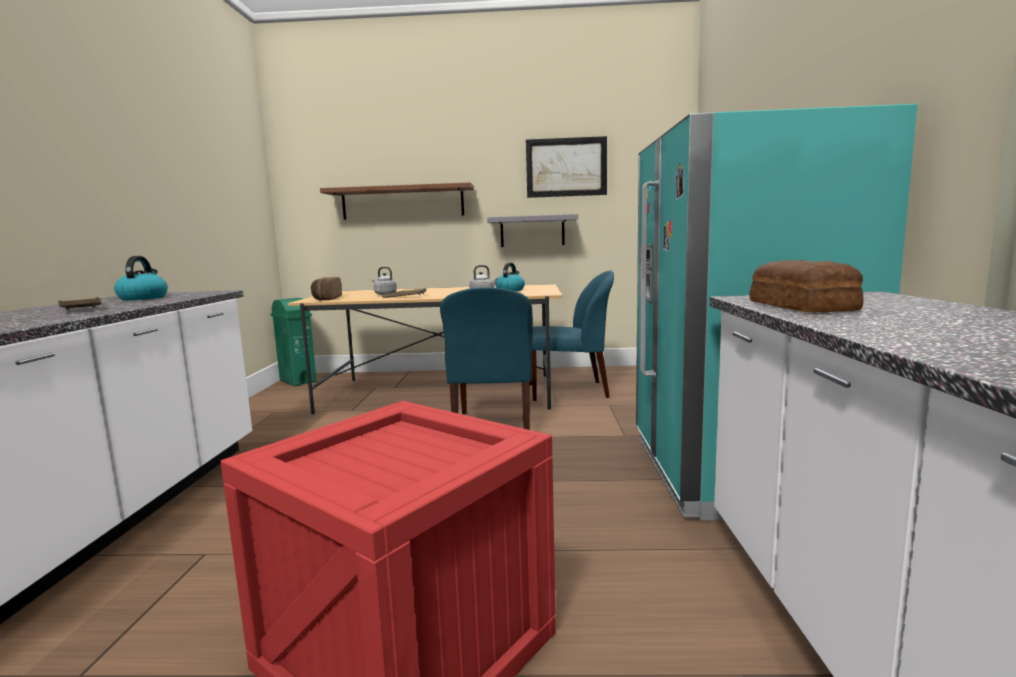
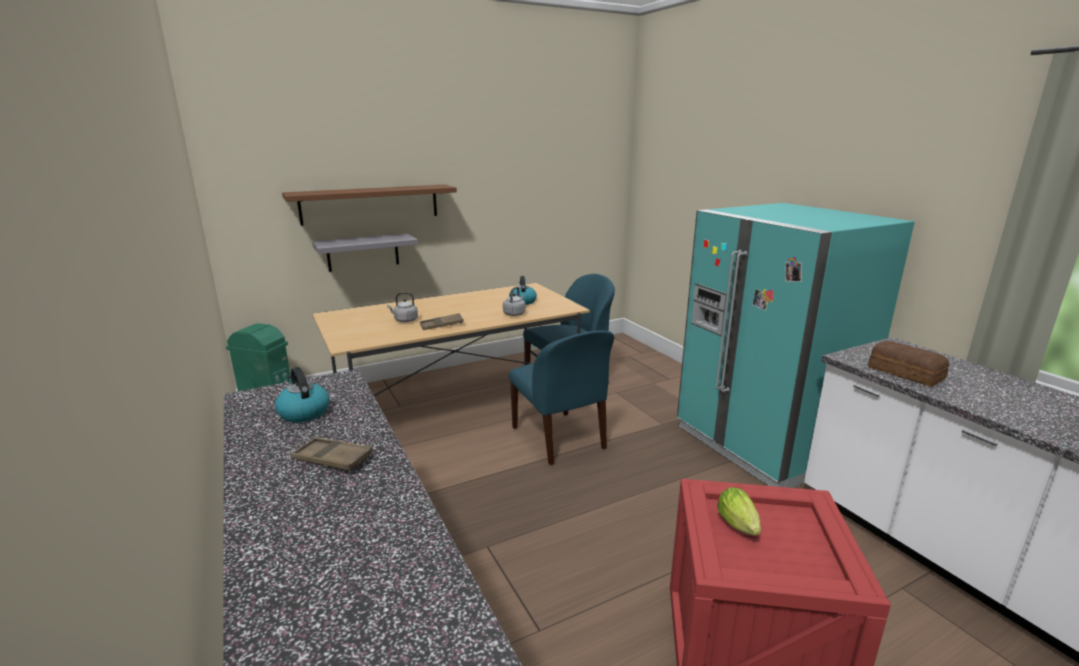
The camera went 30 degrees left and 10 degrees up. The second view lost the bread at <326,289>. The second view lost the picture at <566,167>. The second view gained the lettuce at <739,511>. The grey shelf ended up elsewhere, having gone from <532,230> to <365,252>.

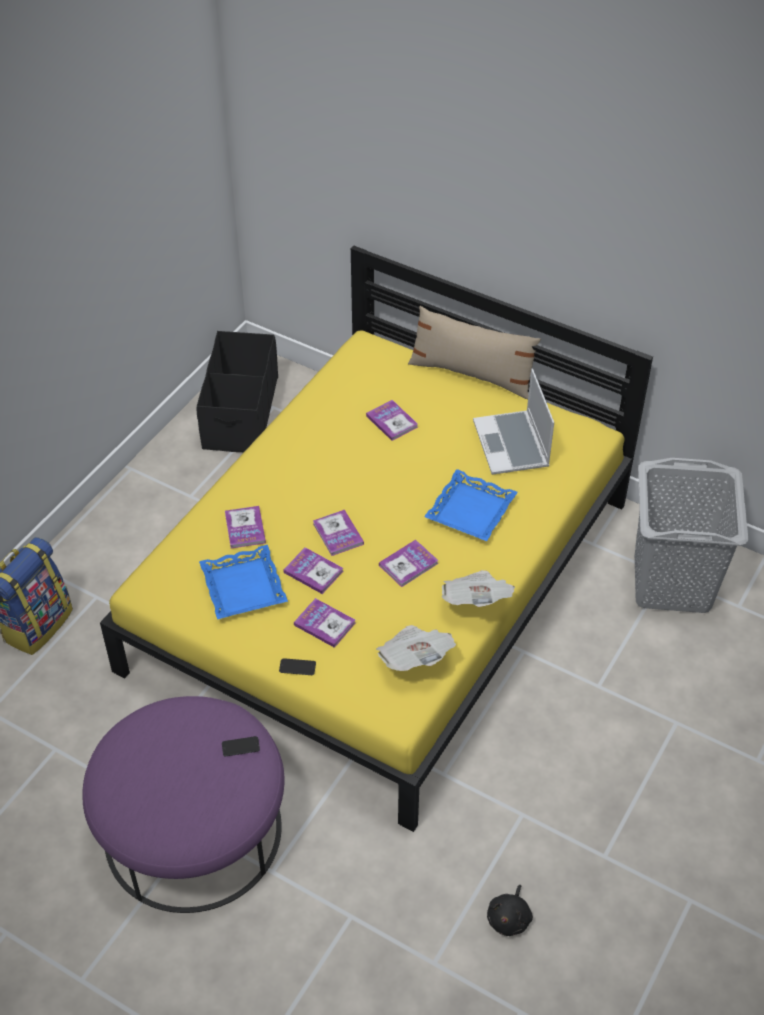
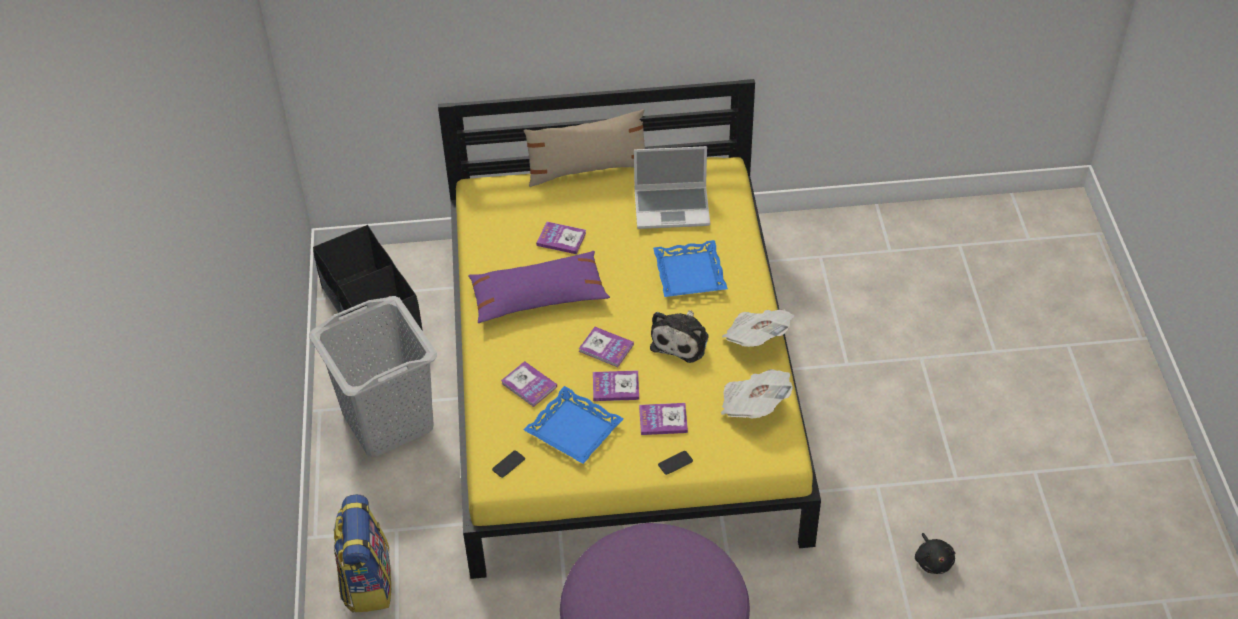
The camera went 35 degrees left and 0 degrees up. The second view gained the purple pillow at <539,287>. The phone ended up elsewhere, having gone from <241,746> to <508,464>. The grey laundry basket ended up elsewhere, having gone from <692,535> to <373,376>. Where the book stood at <409,563>, the plush toy came to stand at <679,336>. The laptop at <513,422> ended up facing another way, 45 degrees counterclockwise from before.

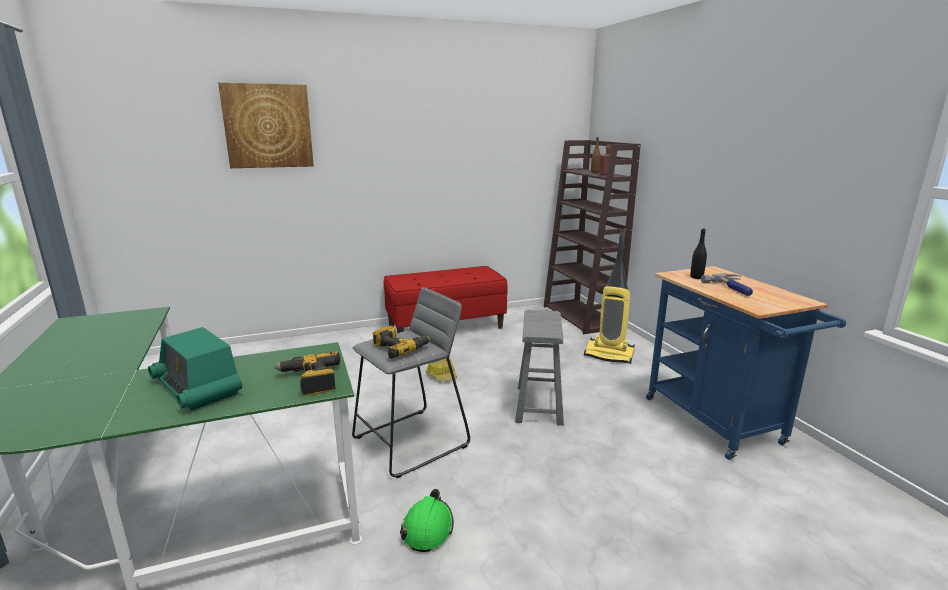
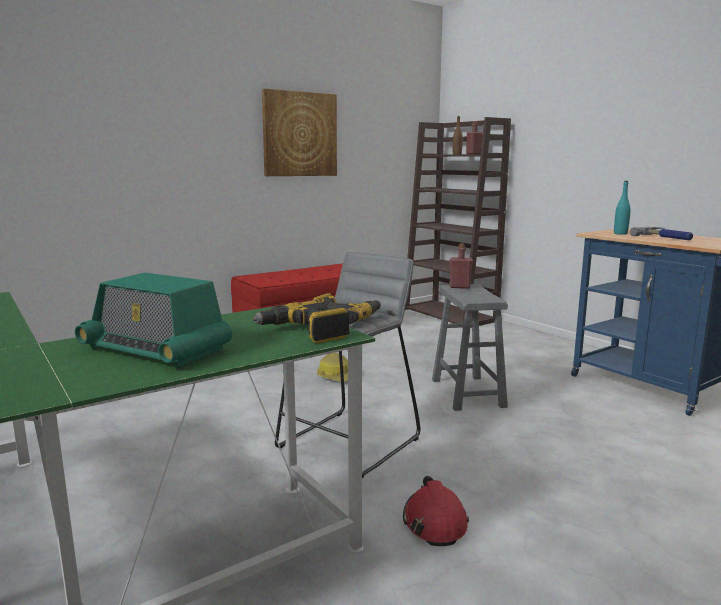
The camera went 15 degrees left and 5 degrees down. The second view lost the vacuum cleaner at <609,296>. The second view gained the red bottle at <461,266>. The picture ended up elsewhere, having gone from <266,125> to <299,132>. What was the green hard hat at <427,520> turned into the red hard hat at <436,511>. What was the black bottle at <698,253> turned into the turquoise bottle at <622,208>.

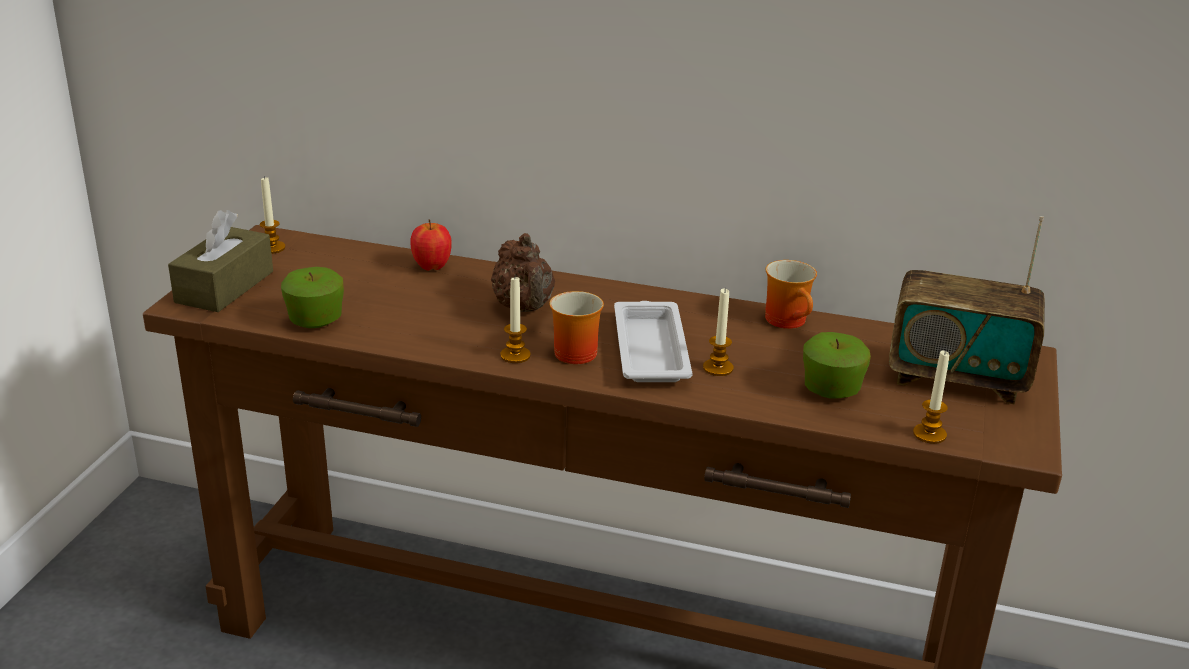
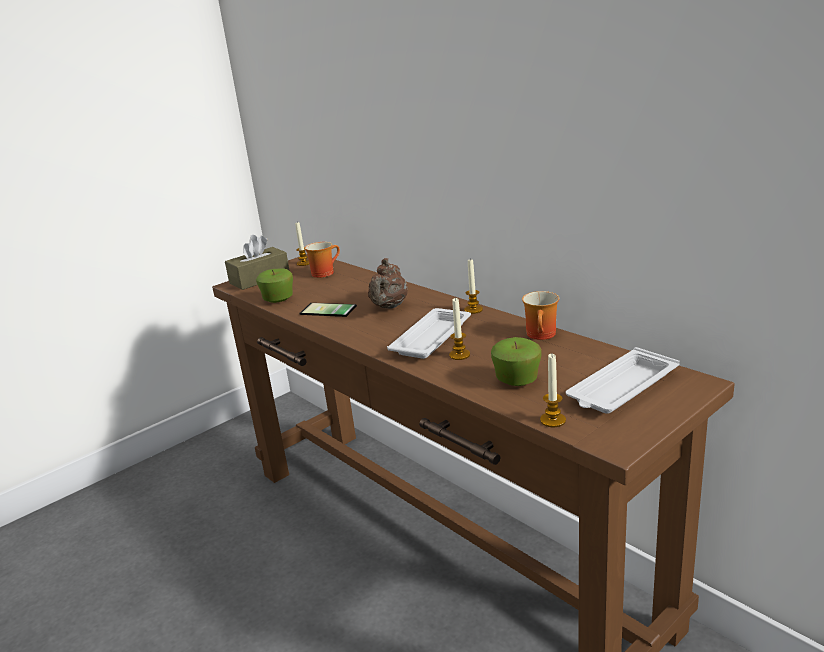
The camera went 35 degrees right and 5 degrees down. The second view lost the apple at <431,245>. The second view gained the phone at <328,310>. The candle ended up elsewhere, having gone from <515,320> to <473,287>. The mug ended up elsewhere, having gone from <576,327> to <322,260>. Where the radio stood at <967,310>, the white tray came to stand at <623,380>.

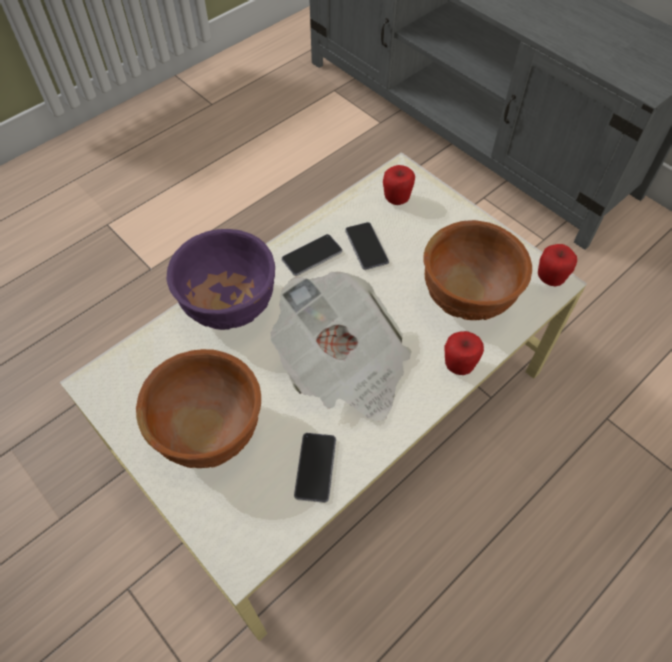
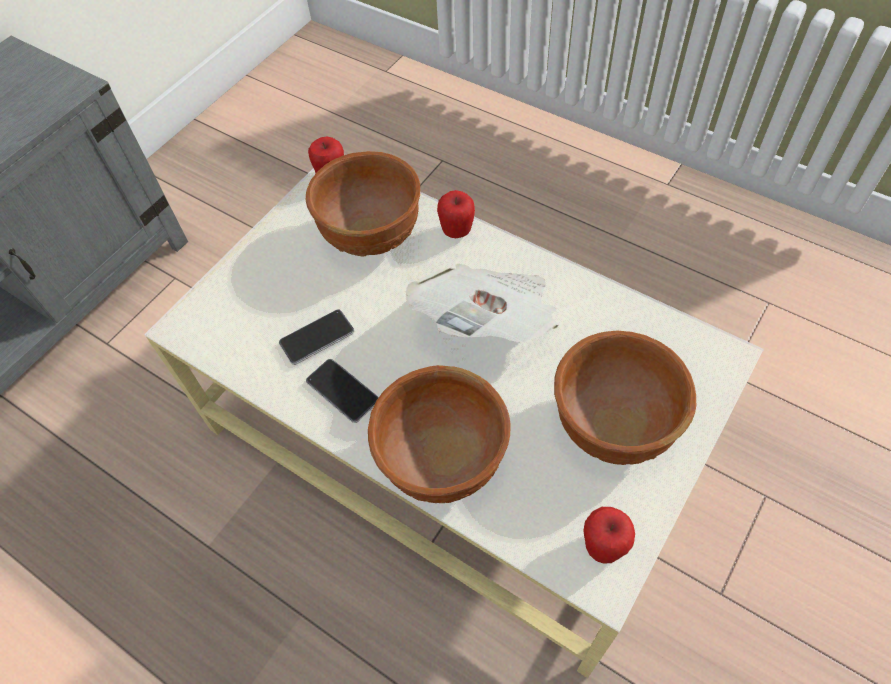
The camera went 100 degrees left and 0 degrees up. The second view lost the phone at <315,468>. The apple ended up elsewhere, having gone from <399,185> to <609,535>. What was the purple bowl at <221,279> turned into the brown bowl at <439,434>.

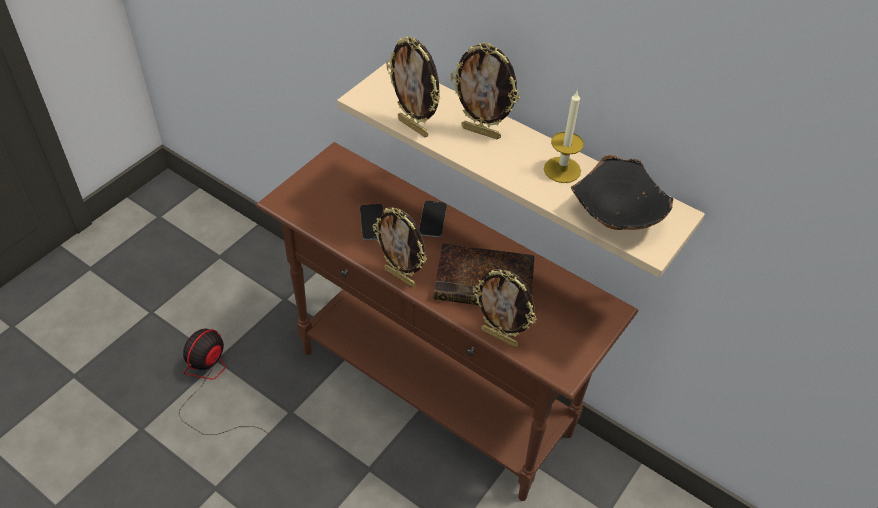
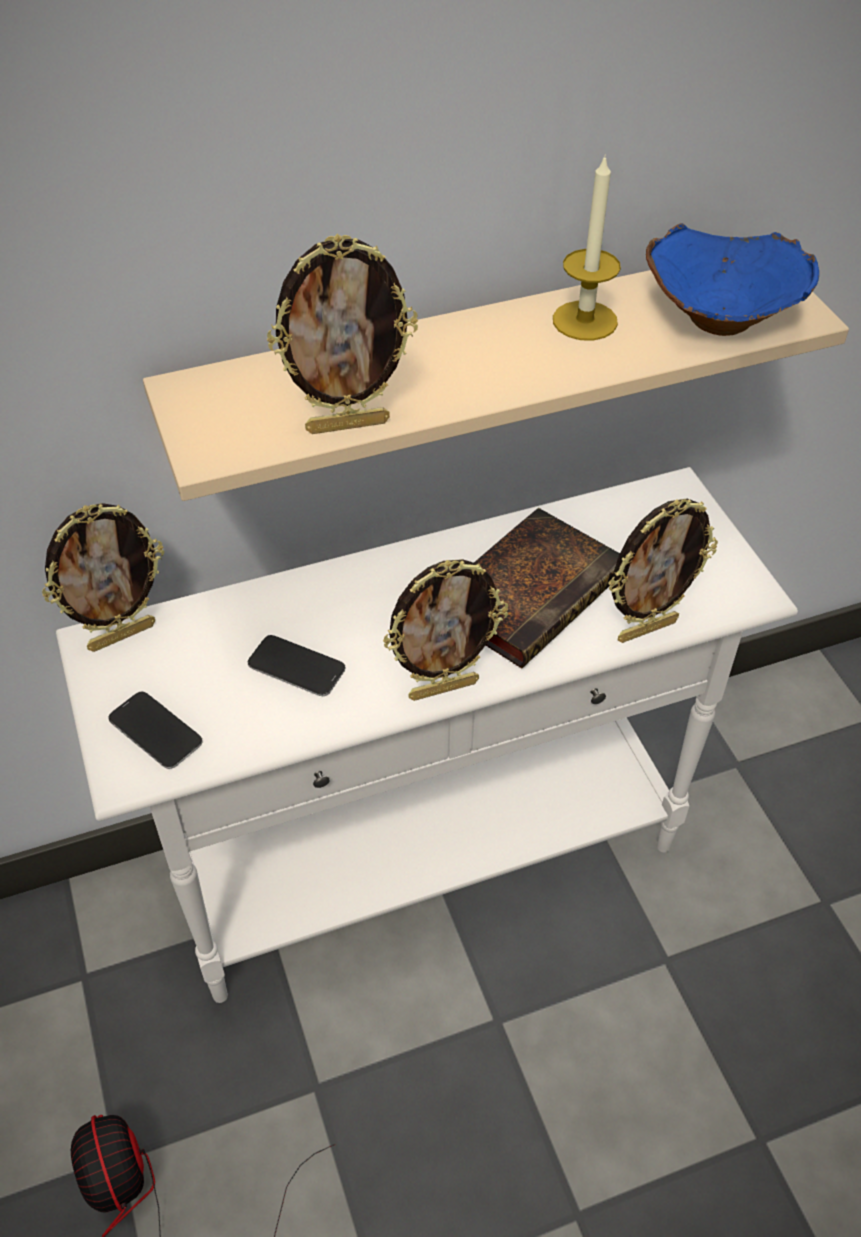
The camera went 55 degrees left and 0 degrees up. The phone ended up elsewhere, having gone from <433,219> to <155,730>. The picture frame ended up elsewhere, having gone from <485,91> to <103,577>. What was the brown console table at <447,321> turned into the white console table at <427,735>. What was the black bowl at <622,192> turned into the blue bowl at <732,279>.

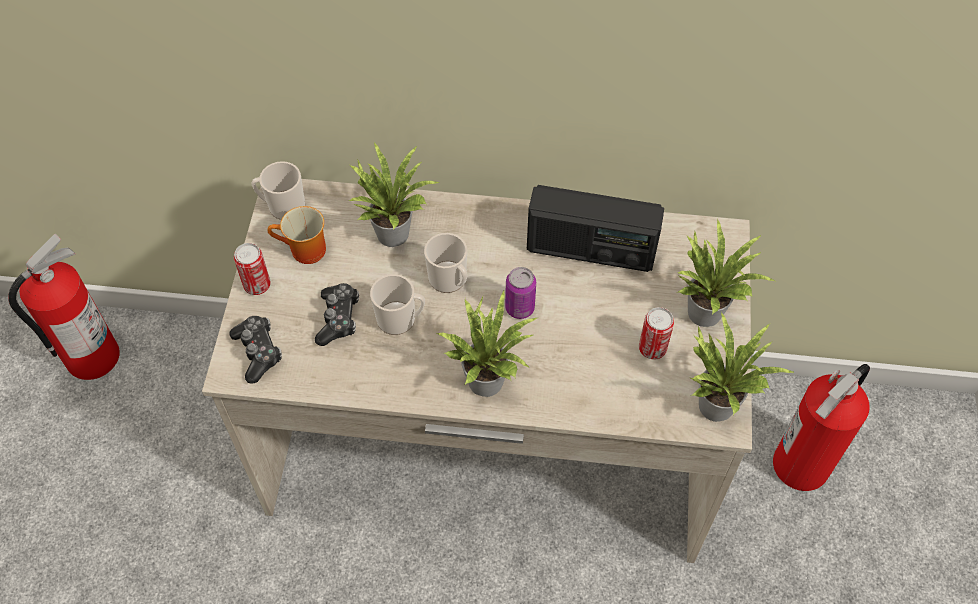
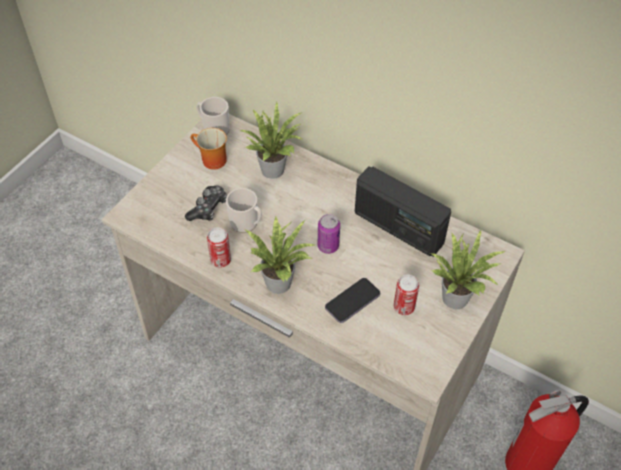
The camera went 25 degrees right and 5 degrees down. The second view lost the fire extinguisher at <64,307>. The second view lost the game controller at <255,349>. The second view lost the mug at <445,263>. The second view lost the potted plant at <743,366>. The second view gained the phone at <352,300>. The can ended up elsewhere, having gone from <252,269> to <219,247>.

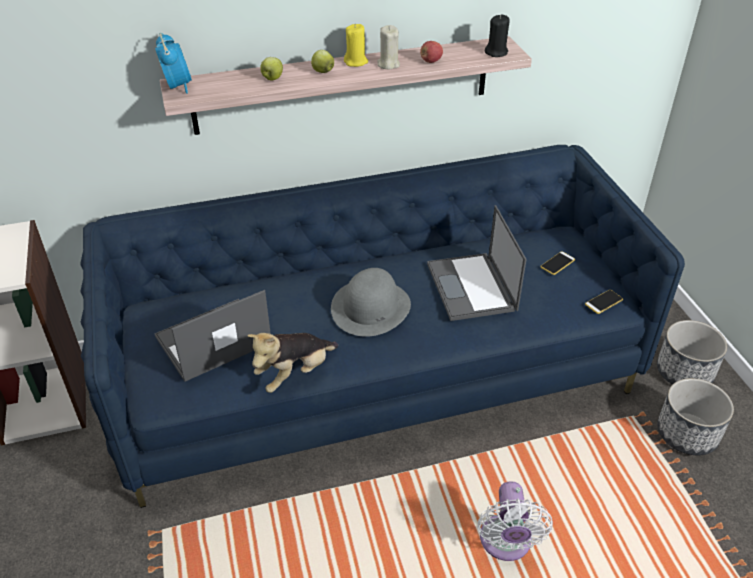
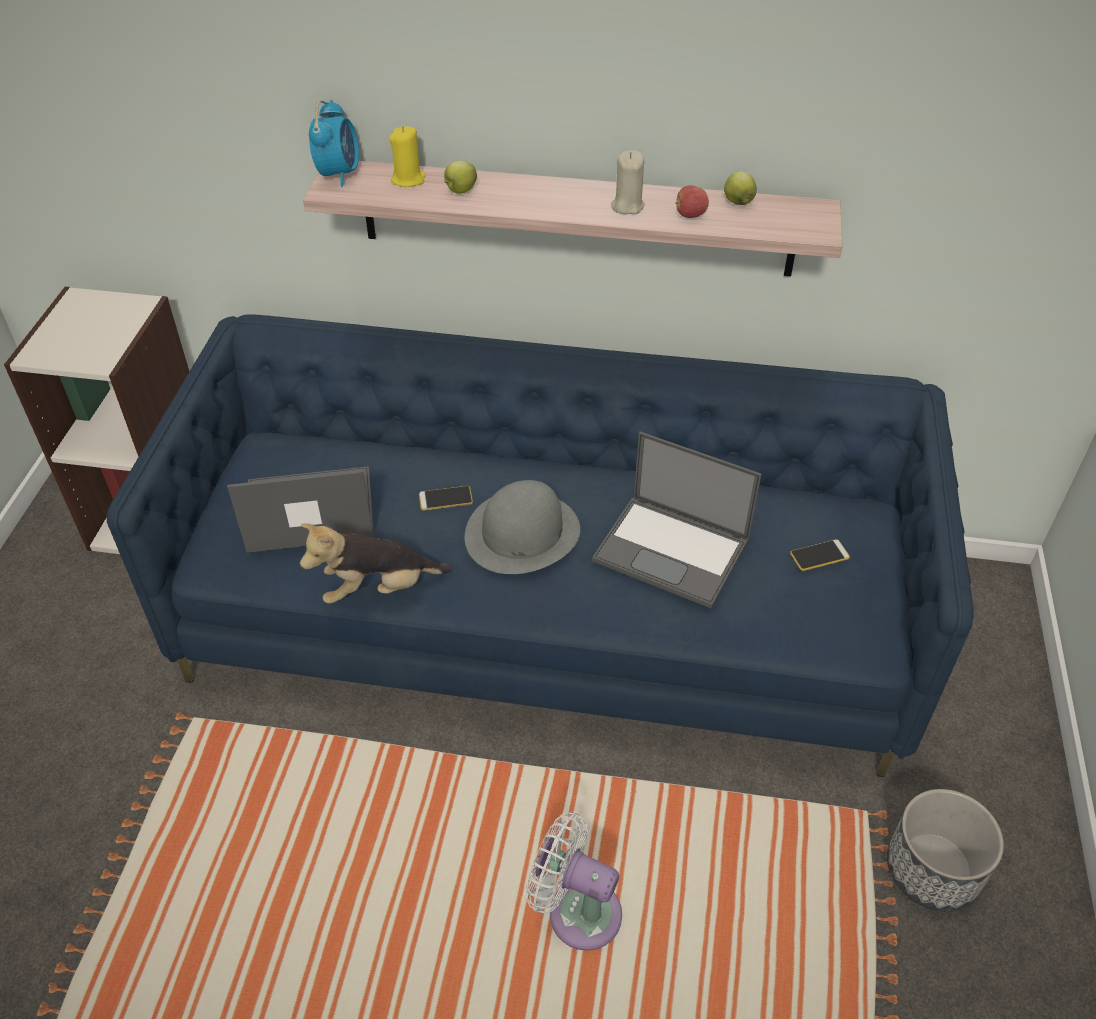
The camera went 25 degrees right and 5 degrees up. The second view lost the black candle at <497,36>. The second view lost the planter at <692,352>. The apple ended up elsewhere, having gone from <322,61> to <740,188>. The yellow candle ended up elsewhere, having gone from <356,45> to <407,156>. The phone ended up elsewhere, having gone from <604,302> to <446,498>. The laptop at <477,263> ended up facing another way, 75 degrees counterclockwise from before. The white fan at <515,521> ended up facing another way, 90 degrees clockwise from before.

